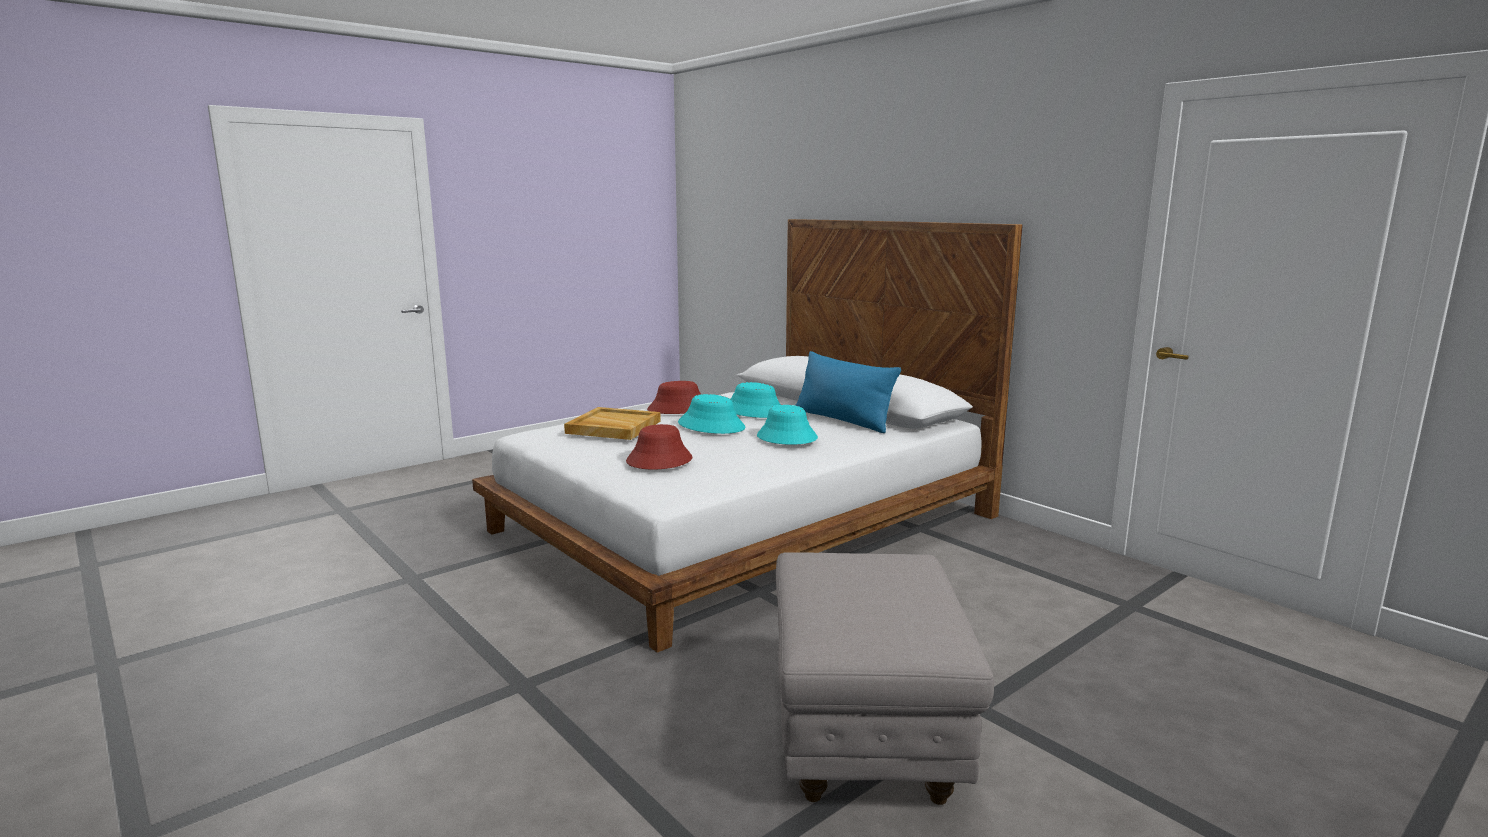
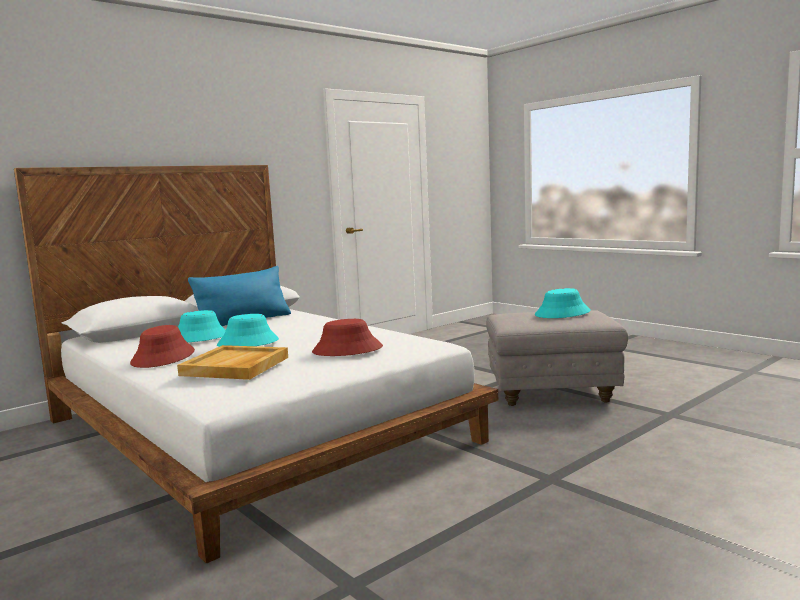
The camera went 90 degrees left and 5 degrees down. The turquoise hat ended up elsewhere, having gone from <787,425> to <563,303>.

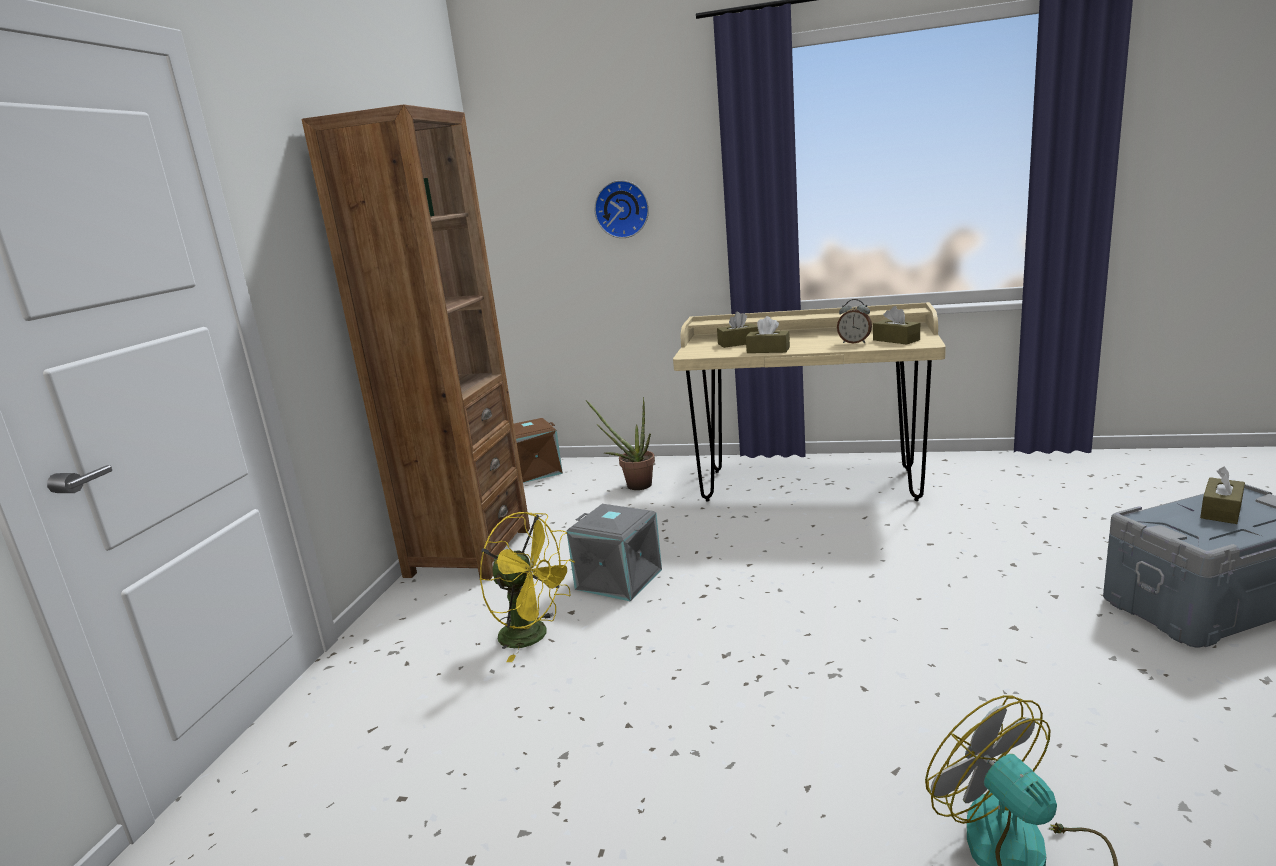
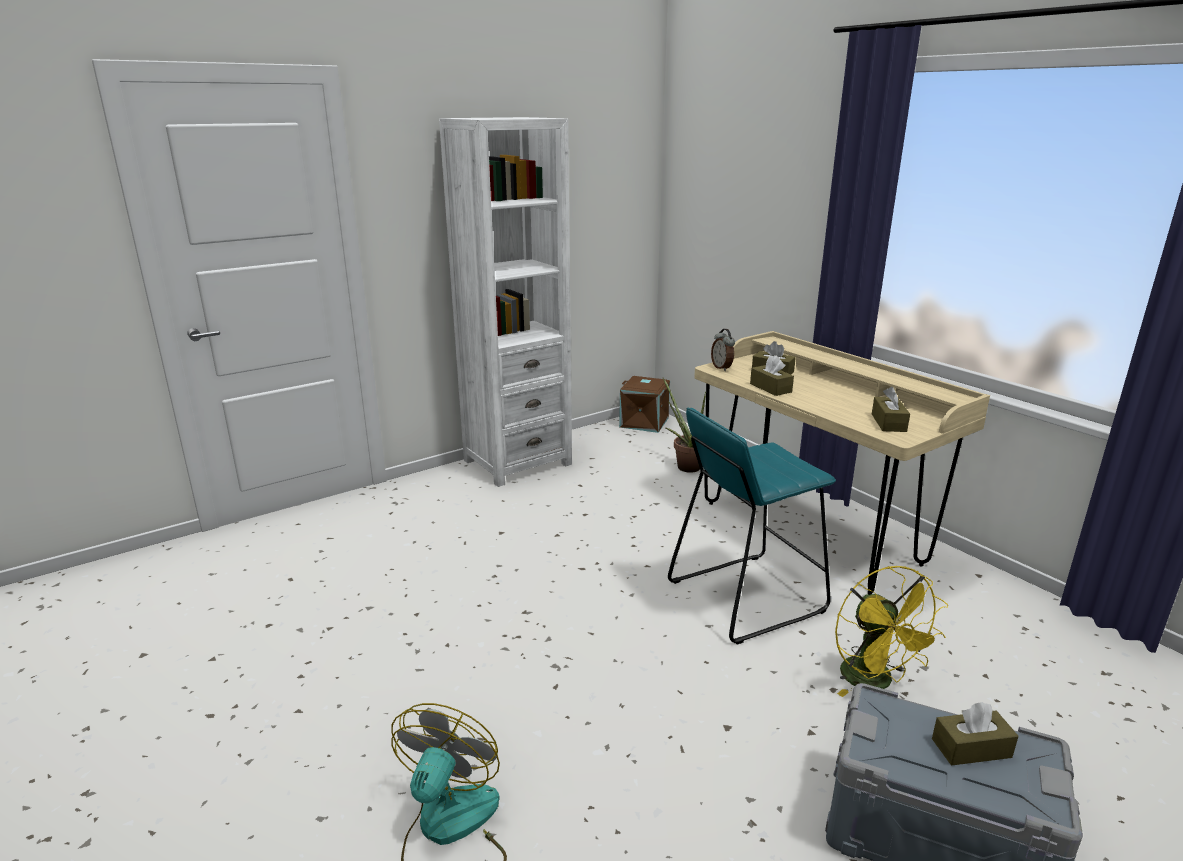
The camera went 40 degrees right and 5 degrees up. The second view lost the grey storage box at <614,552>. The second view lost the wall clock at <621,209>. The second view gained the turquoise stool at <752,526>. The yellow fan ended up elsewhere, having gone from <527,587> to <891,631>. The alarm clock ended up elsewhere, having gone from <854,321> to <723,350>. What was the brown bookcase at <416,342> turned into the white bookcase at <505,302>.

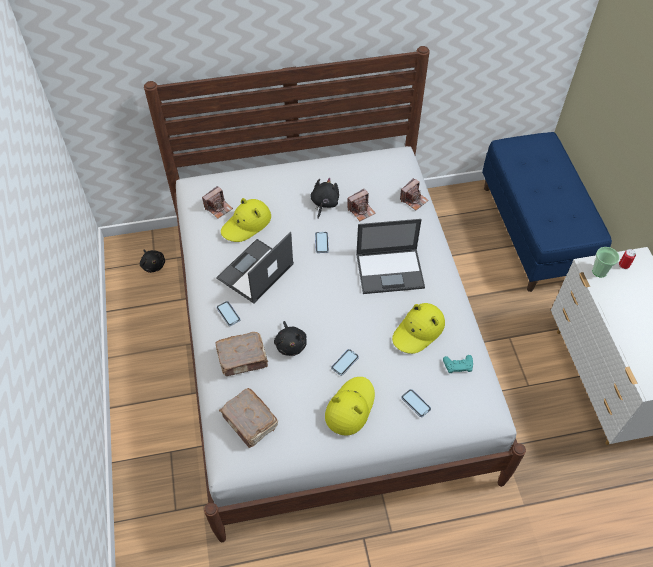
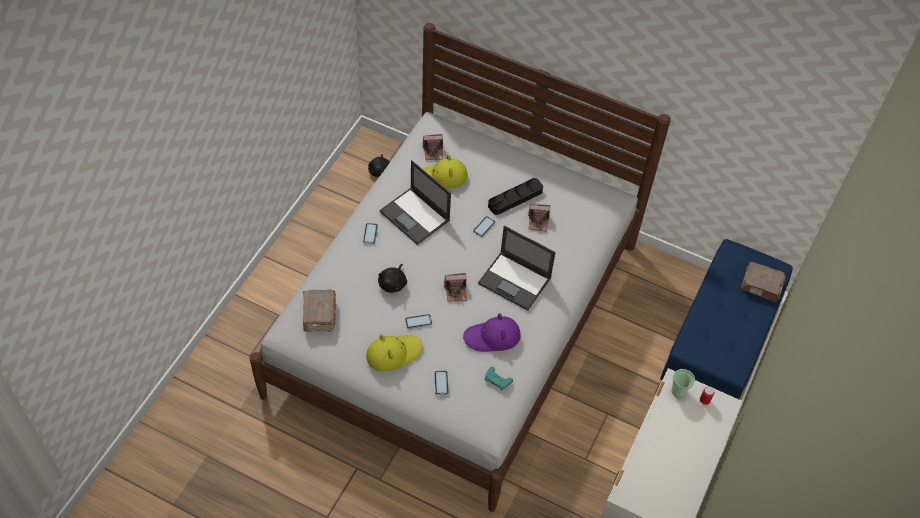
The camera went 35 degrees right and 0 degrees up. The brown book ended up elsewhere, having gone from <241,354> to <763,282>. The photo camera ended up elsewhere, having gone from <414,194> to <455,287>. Where the black plush toy stood at <324,198>, the black tray came to stand at <515,196>. What was the yellow hat at <418,328> turned into the purple hat at <492,332>. The laptop at <255,267> ended up facing another way, 120 degrees counterclockwise from before.

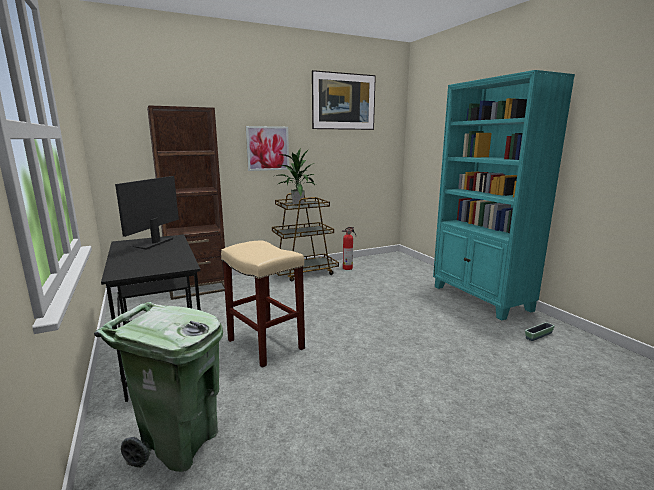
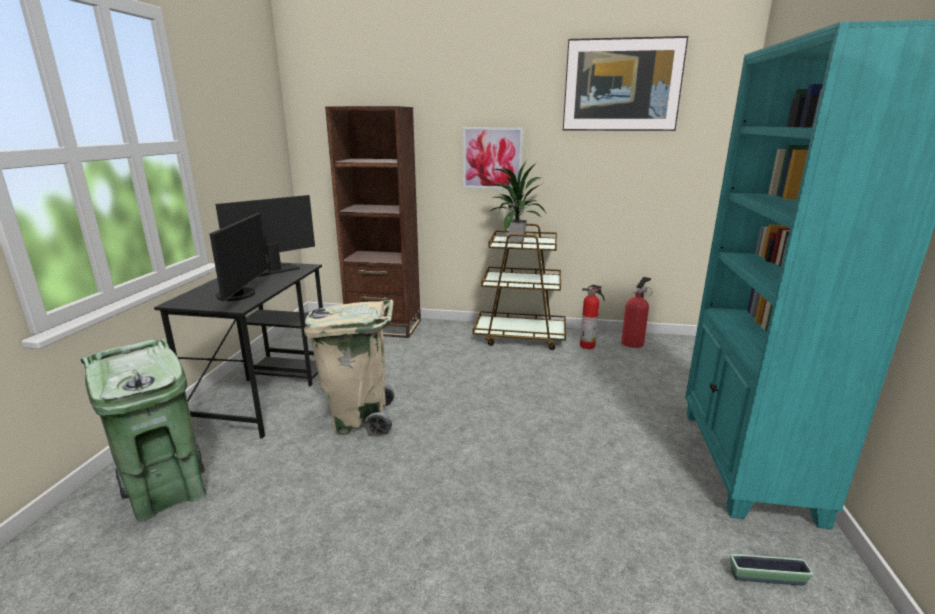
The camera went 35 degrees right and 5 degrees up. The second view gained the monitor at <239,257>. The second view gained the fire extinguisher at <637,312>. Where the beige stool stood at <263,304>, the beige trash can came to stand at <349,368>.

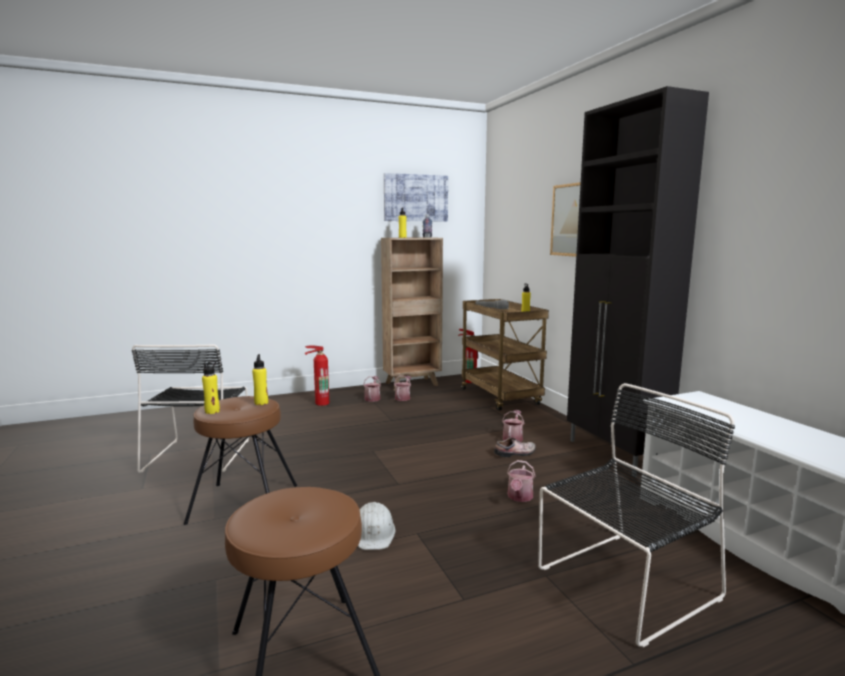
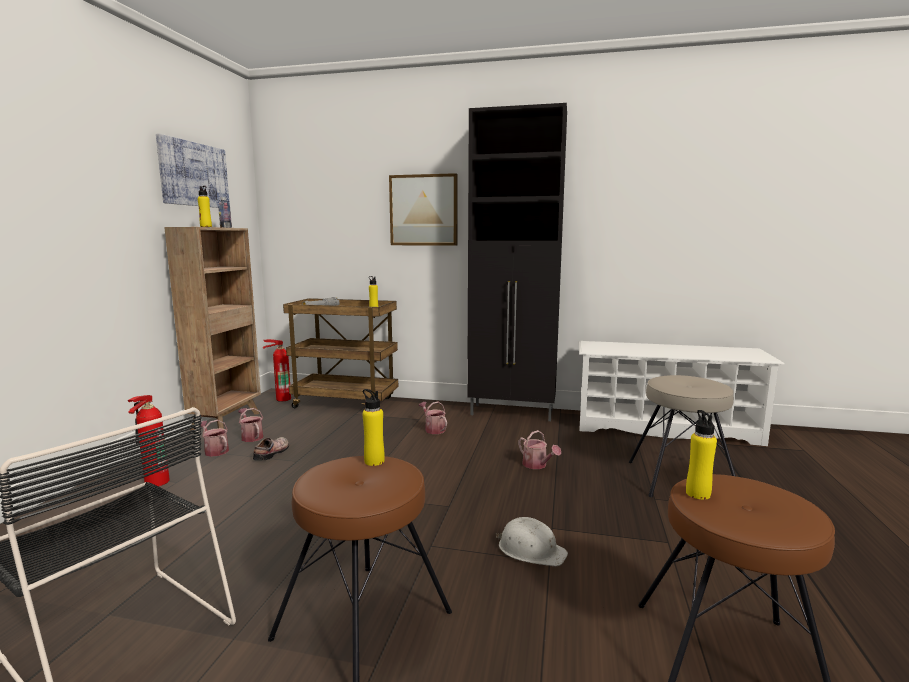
The camera went 55 degrees left and 0 degrees up. The yellow bottle ended up elsewhere, having gone from <211,387> to <701,455>. The shoe ended up elsewhere, having gone from <515,447> to <271,448>. Where the black chair stood at <636,515>, the beige stool came to stand at <682,436>.

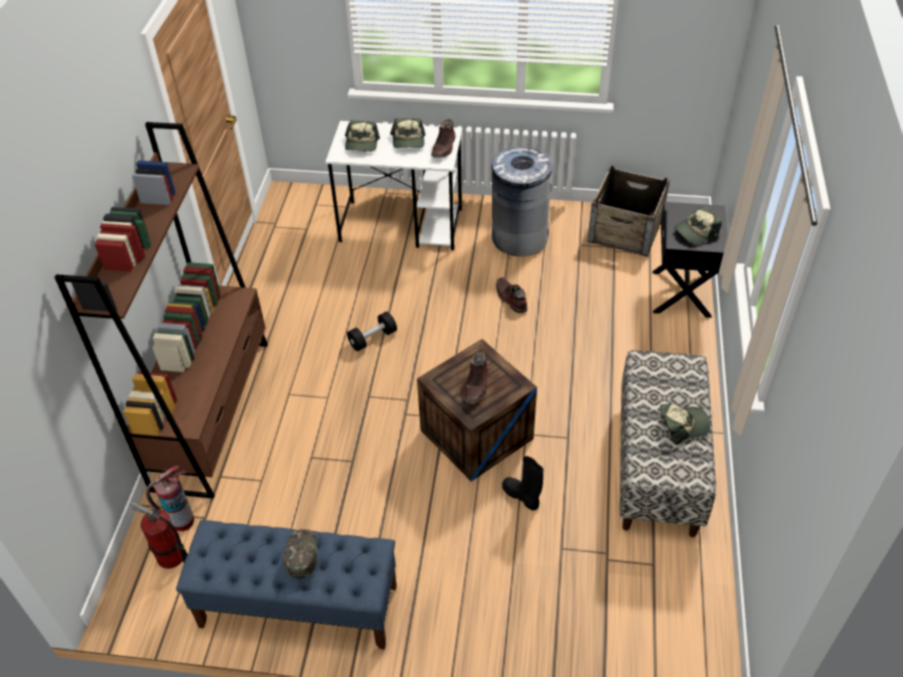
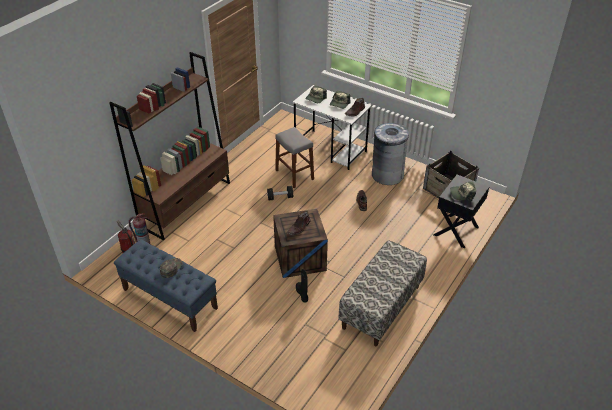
The camera went 25 degrees right and 5 degrees down. The second view lost the cap at <685,424>. The second view gained the grey stool at <294,157>.

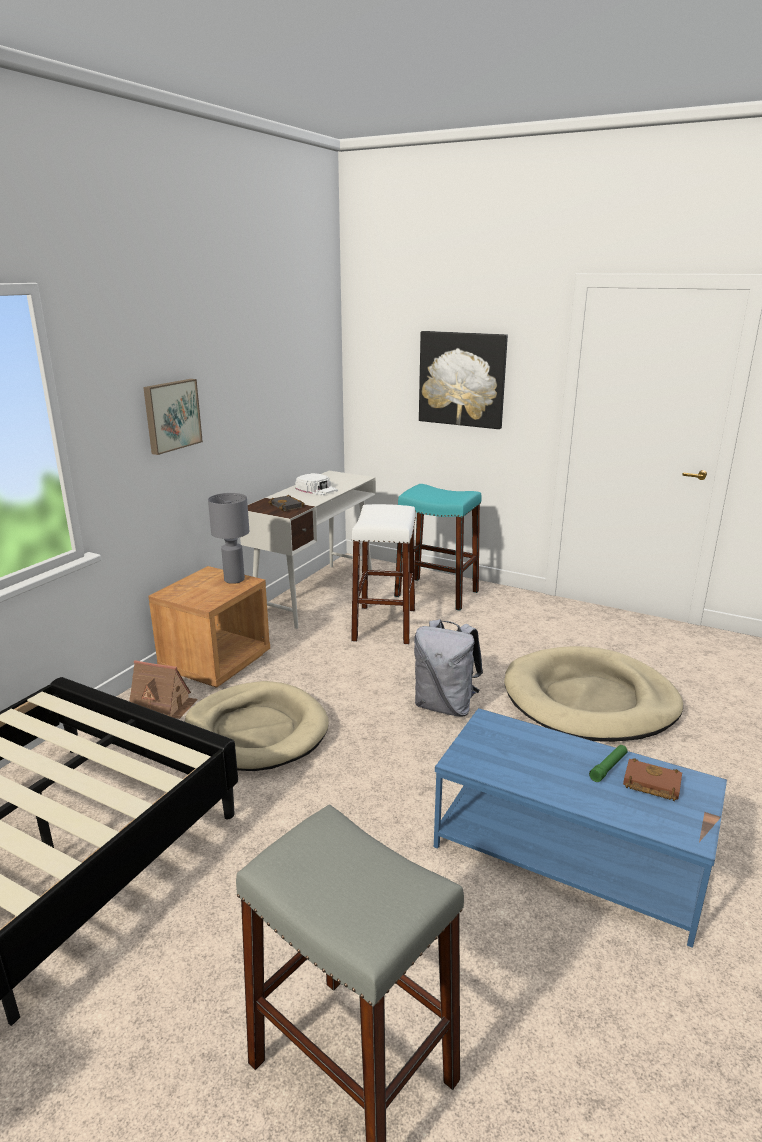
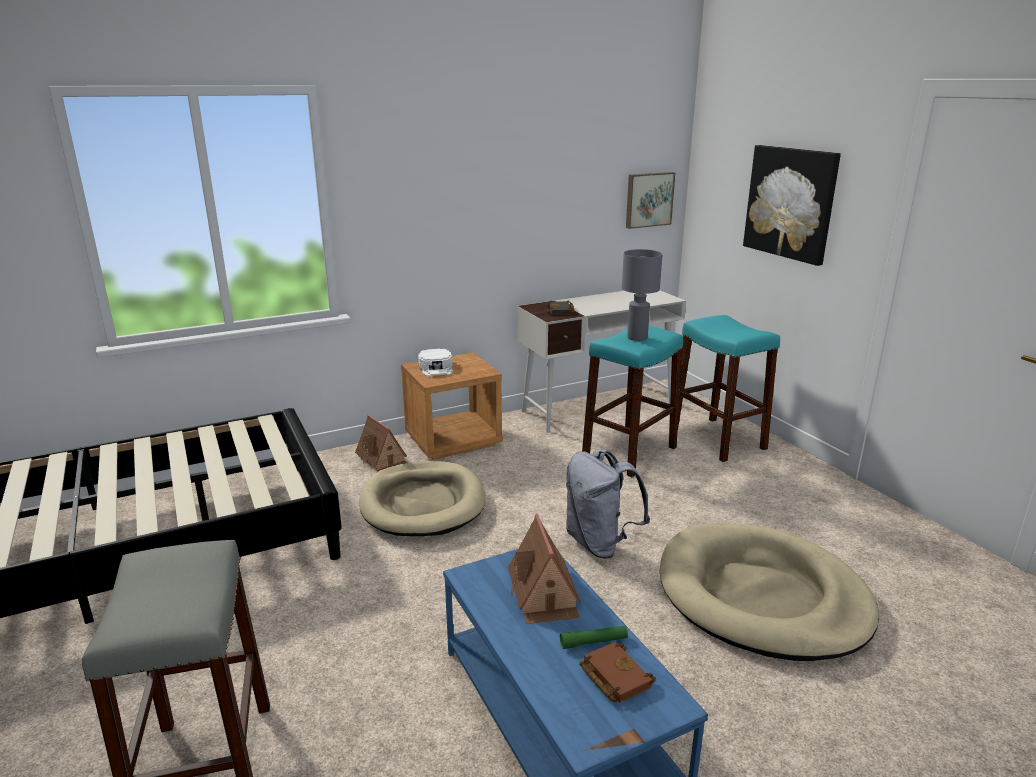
The camera went 35 degrees right and 0 degrees up. The second view gained the toy house at <544,569>. The picture ended up elsewhere, having gone from <173,417> to <650,200>. The grey table lamp ended up elsewhere, having gone from <228,538> to <642,295>. The white cap ended up elsewhere, having gone from <316,484> to <435,363>. What was the white stool at <383,574> turned into the turquoise stool at <633,401>.

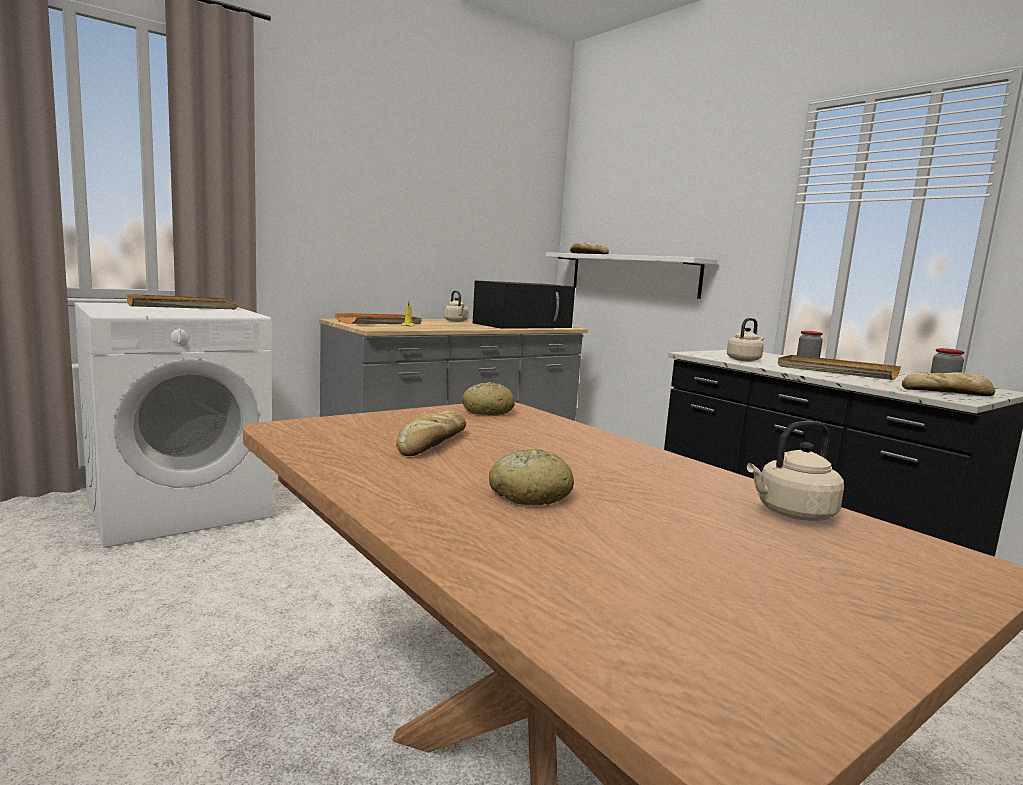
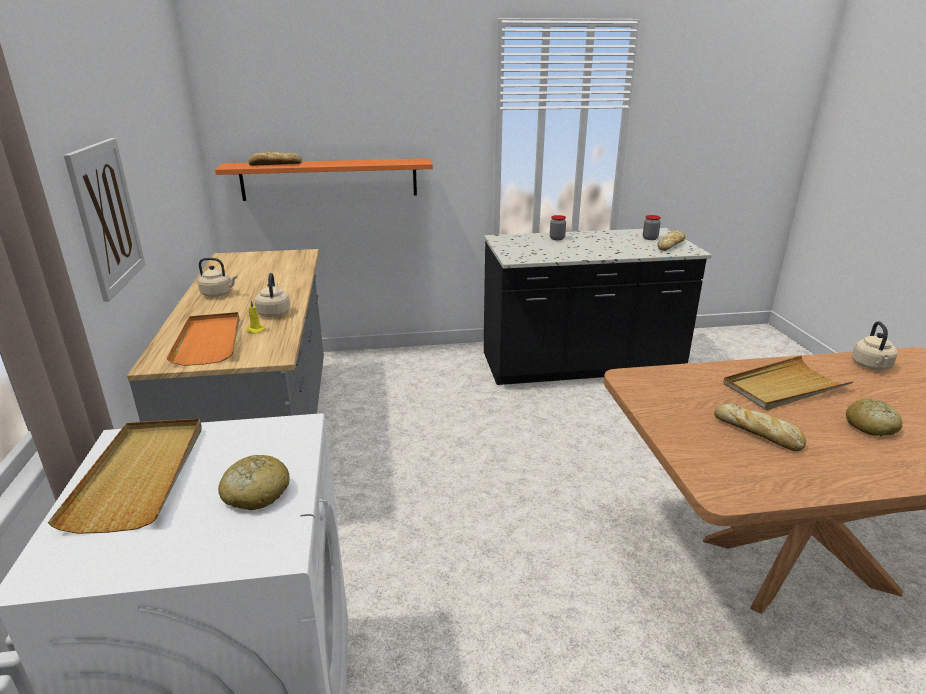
The camera went 60 degrees left and 15 degrees up. The second view lost the black microwave at <524,304>. The second view gained the picture at <105,220>. The bread ended up elsewhere, having gone from <488,399> to <254,482>. The beige kettle ended up elsewhere, having gone from <745,340> to <273,295>. The beige tray ended up elsewhere, having gone from <839,367> to <788,382>. What was the white shelf at <631,275> turned into the orange shelf at <324,179>.

